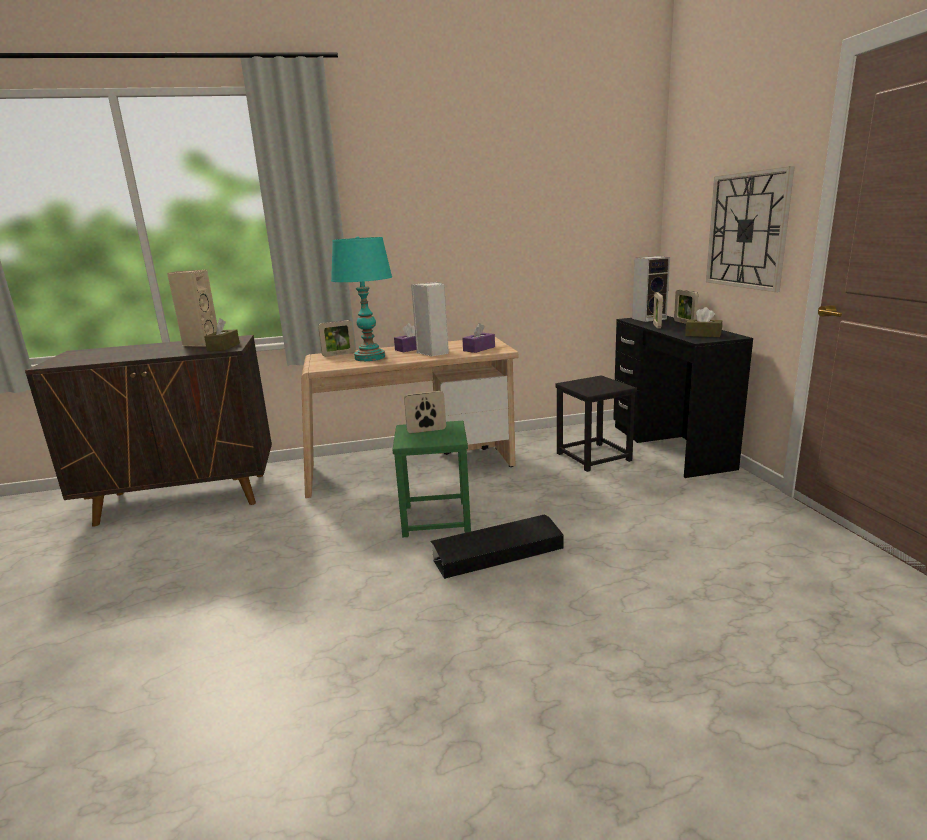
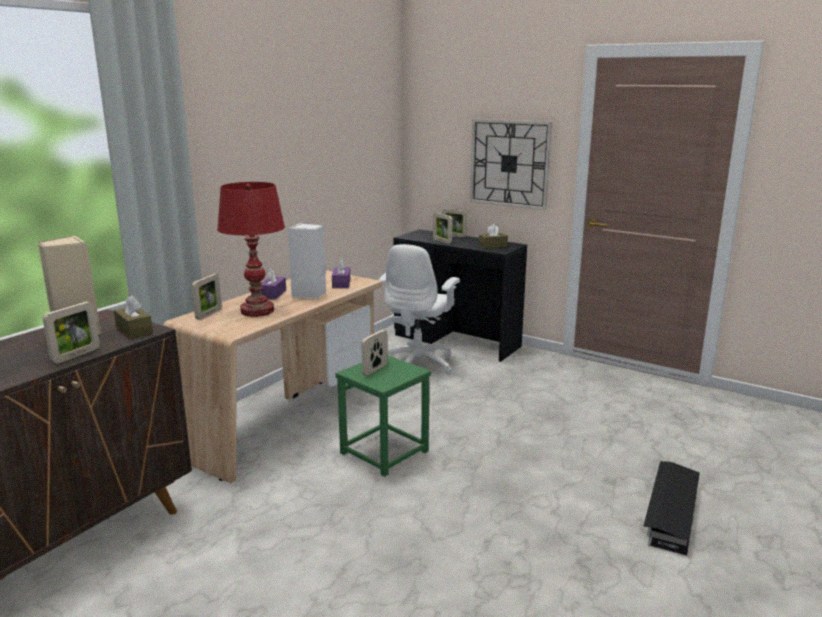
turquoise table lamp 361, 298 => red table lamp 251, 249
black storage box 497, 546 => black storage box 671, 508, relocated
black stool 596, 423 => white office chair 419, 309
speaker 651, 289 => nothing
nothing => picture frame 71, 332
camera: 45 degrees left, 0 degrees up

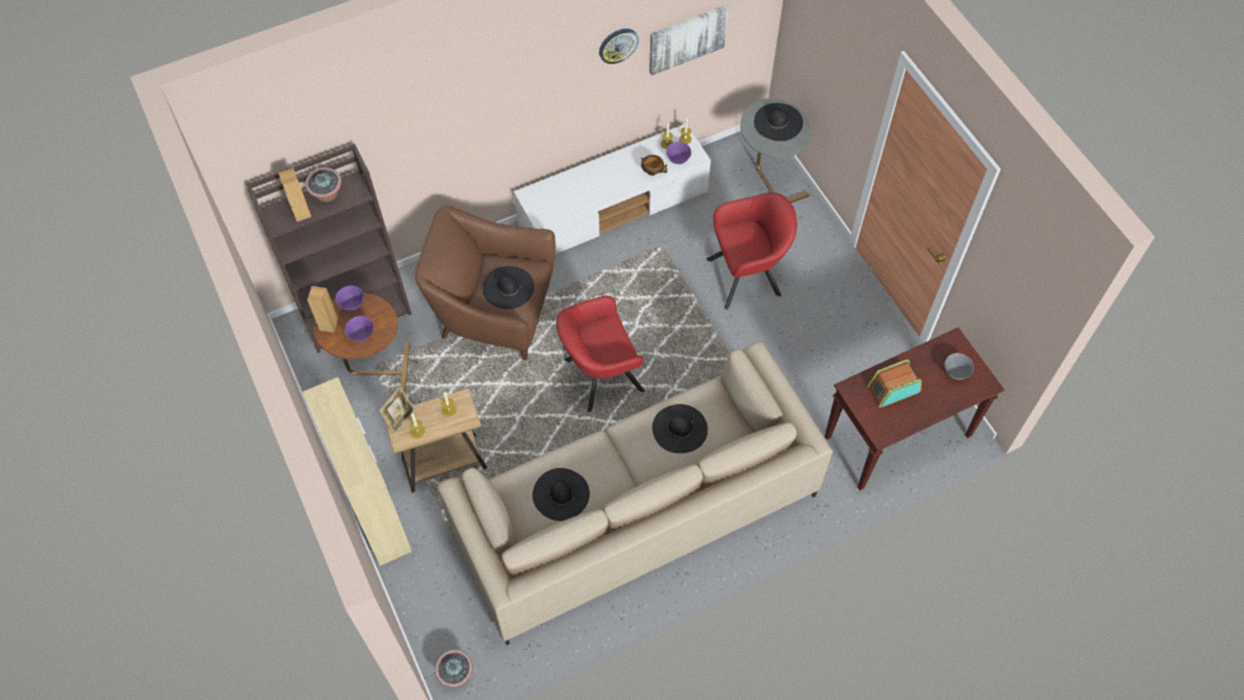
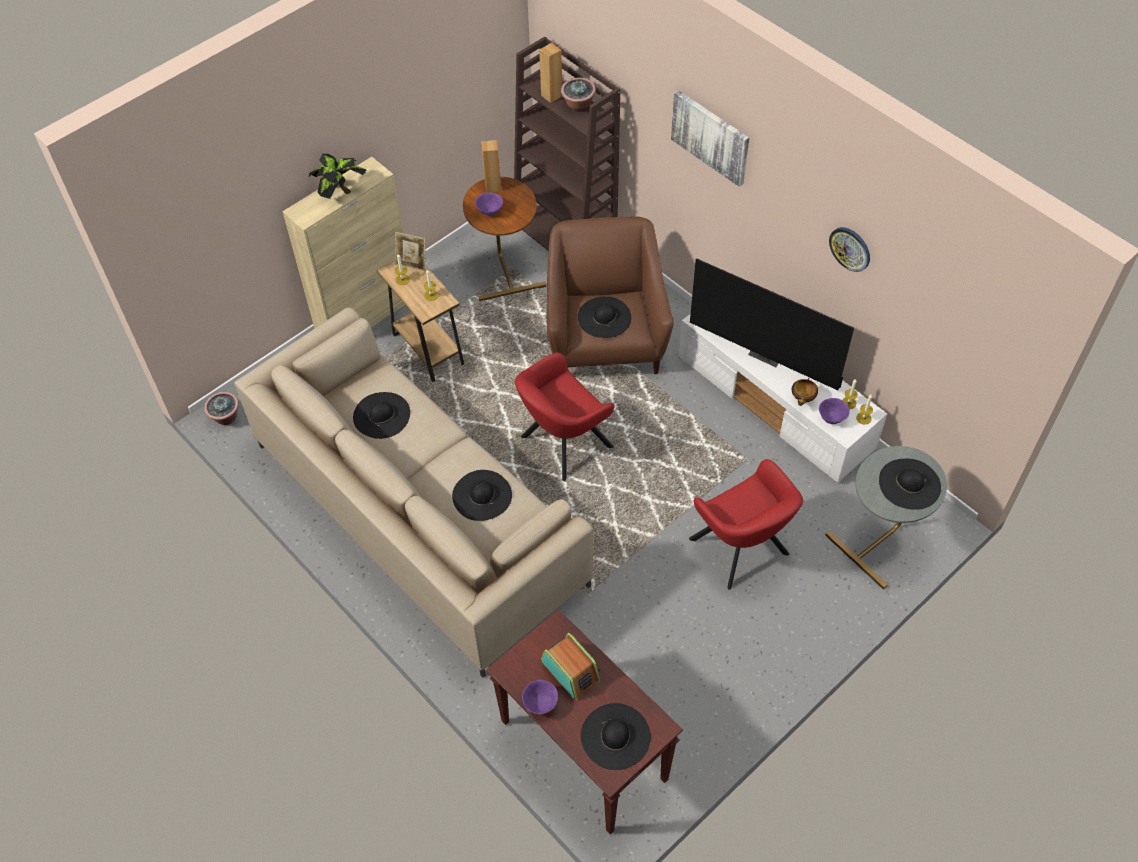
purple bowl 349, 298 => purple bowl 540, 697, relocated
red armchair 600, 353 => red armchair 565, 416, 90 degrees counterclockwise
picture 689, 40 => picture 710, 138, relocated
grey bowl 959, 366 => black hat 616, 736
nothing => potted plant 337, 176
nothing => television 772, 324
camera: 75 degrees right, 5 degrees down

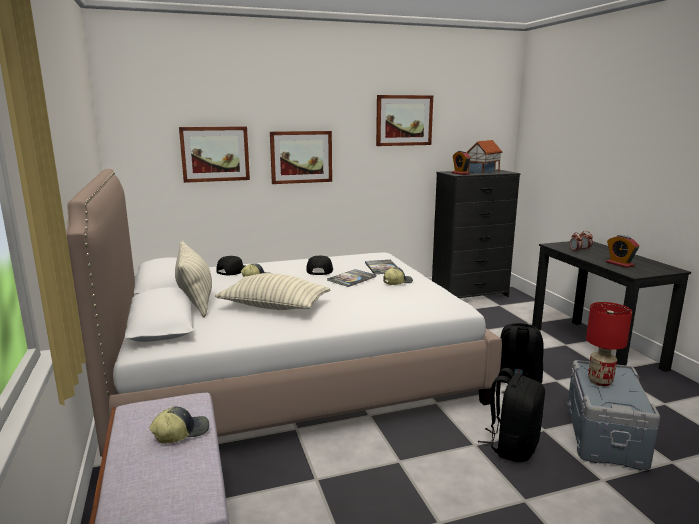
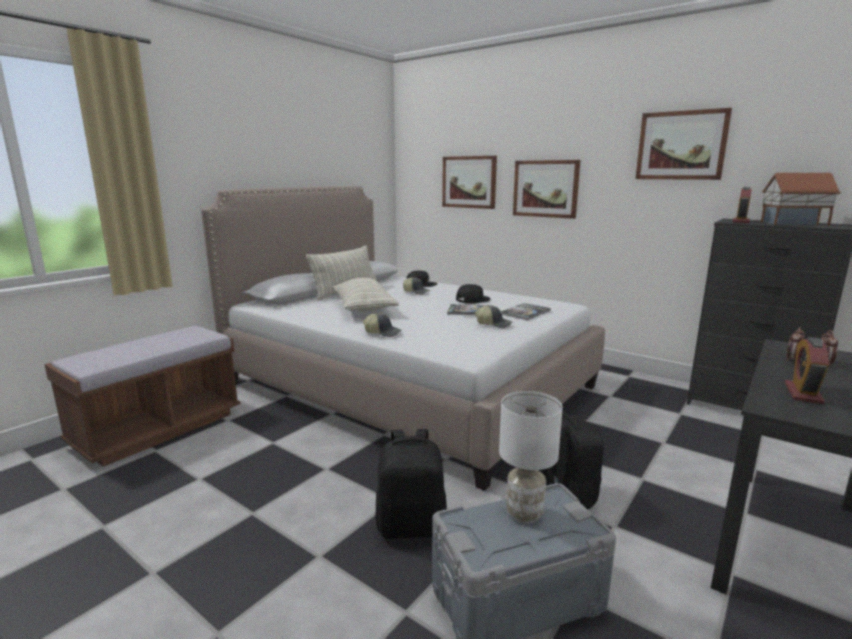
cap 179, 425 => cap 382, 325, relocated
red table lamp 609, 344 => white table lamp 531, 457
camera: 55 degrees right, 0 degrees up

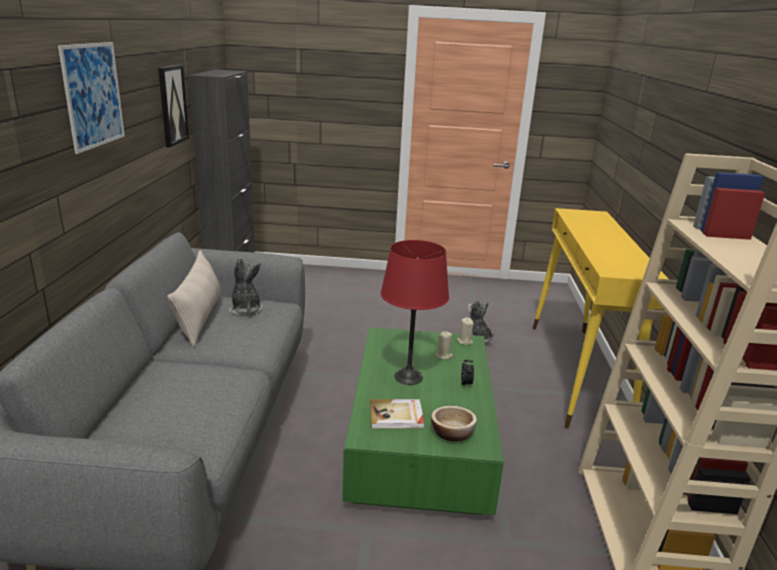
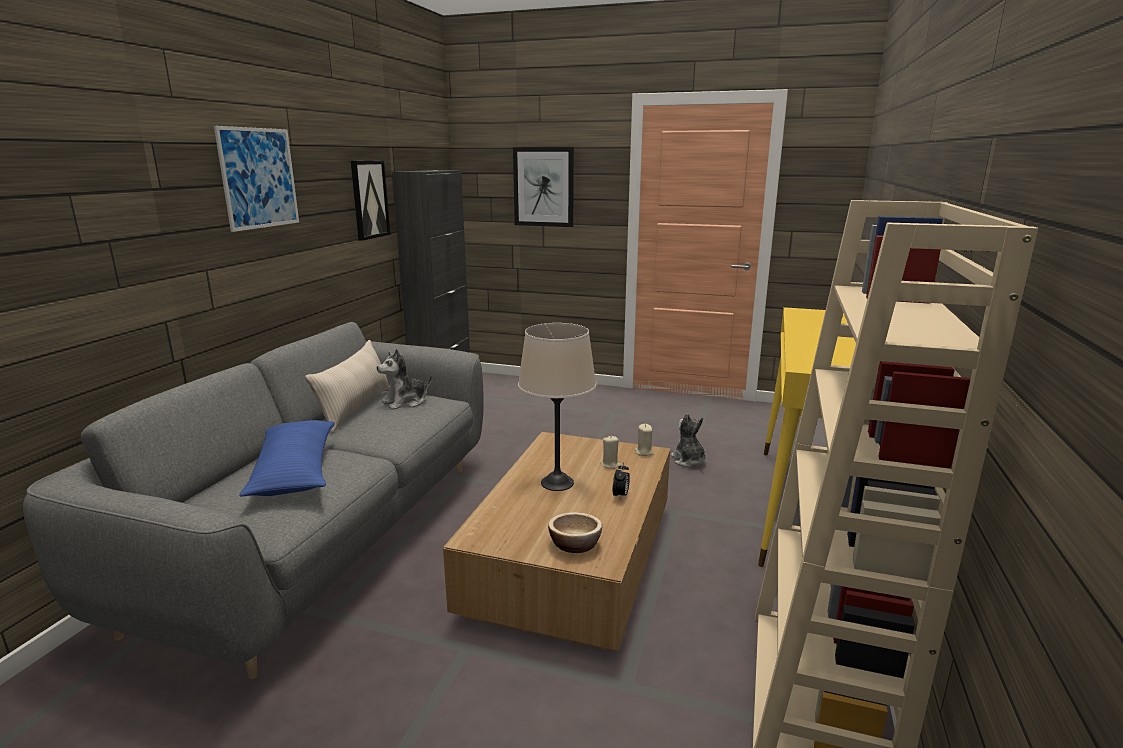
plush toy 246, 286 => plush toy 404, 379, 120 degrees counterclockwise
green coffee table 423, 421 => brown coffee table 556, 541
book 397, 414 => nothing
red table lamp 415, 312 => beige table lamp 557, 407
nothing => blue pillow 287, 458
nothing => picture 543, 187
camera: 15 degrees right, 5 degrees down

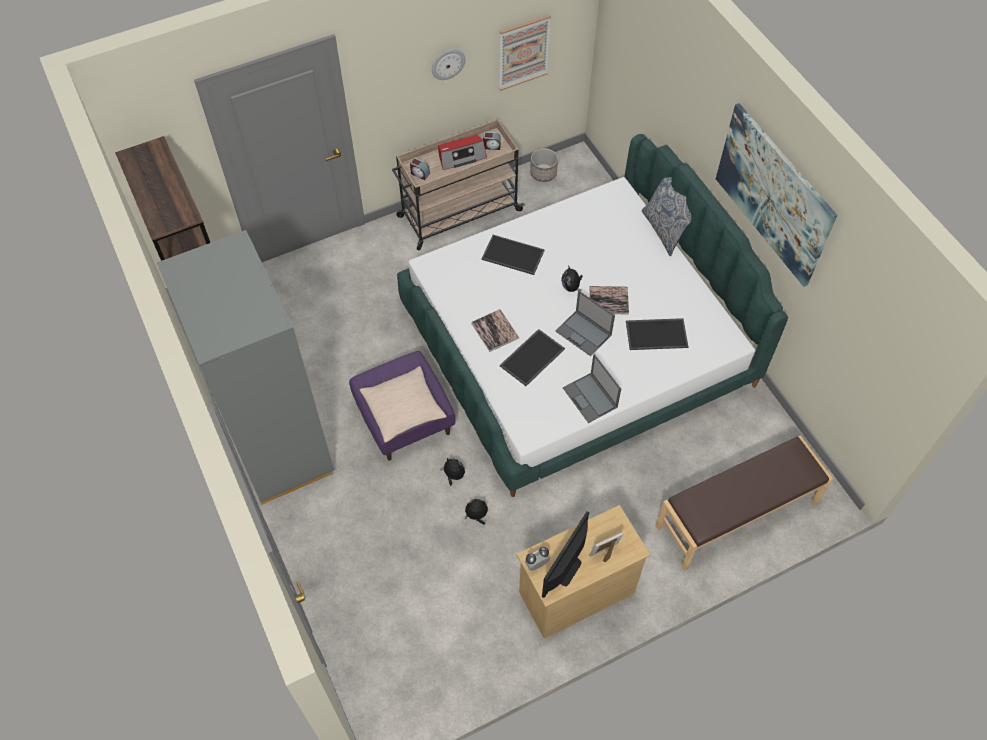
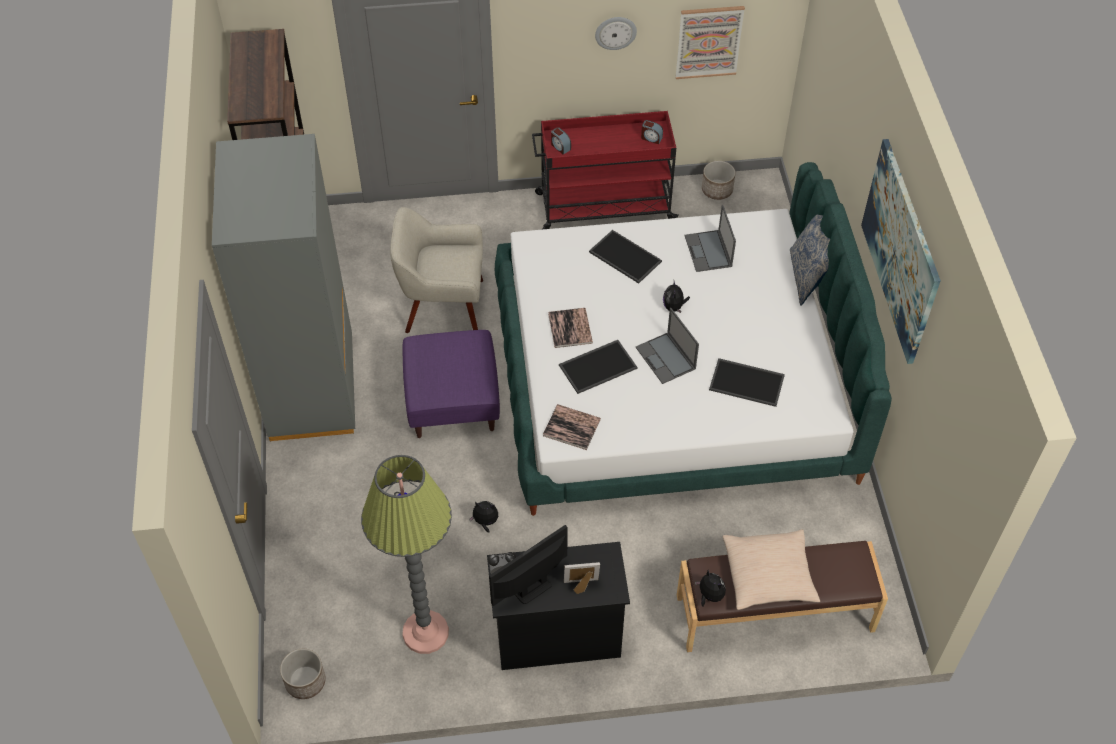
beige pillow 403, 404 => beige pillow 771, 569, relocated
beige cart 458, 184 => red cart 605, 170
radio 462, 152 => nothing
plush toy 452, 472 => plush toy 710, 588, relocated
beige dresser 583, 572 => black dresser 558, 606
laptop 592, 388 => laptop 710, 238, relocated
book 609, 300 => book 572, 427, relocated
nothing => planter 303, 674
nothing => floor lamp 406, 554
nothing => beige armchair 436, 270
camera: 20 degrees right, 5 degrees down

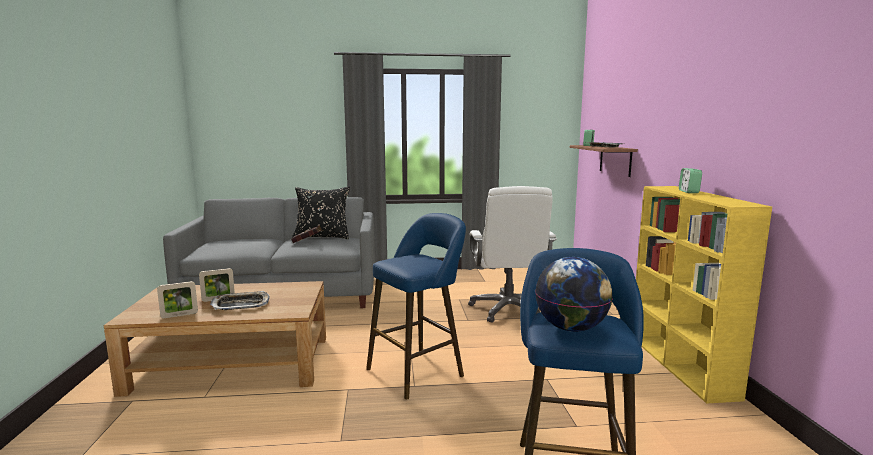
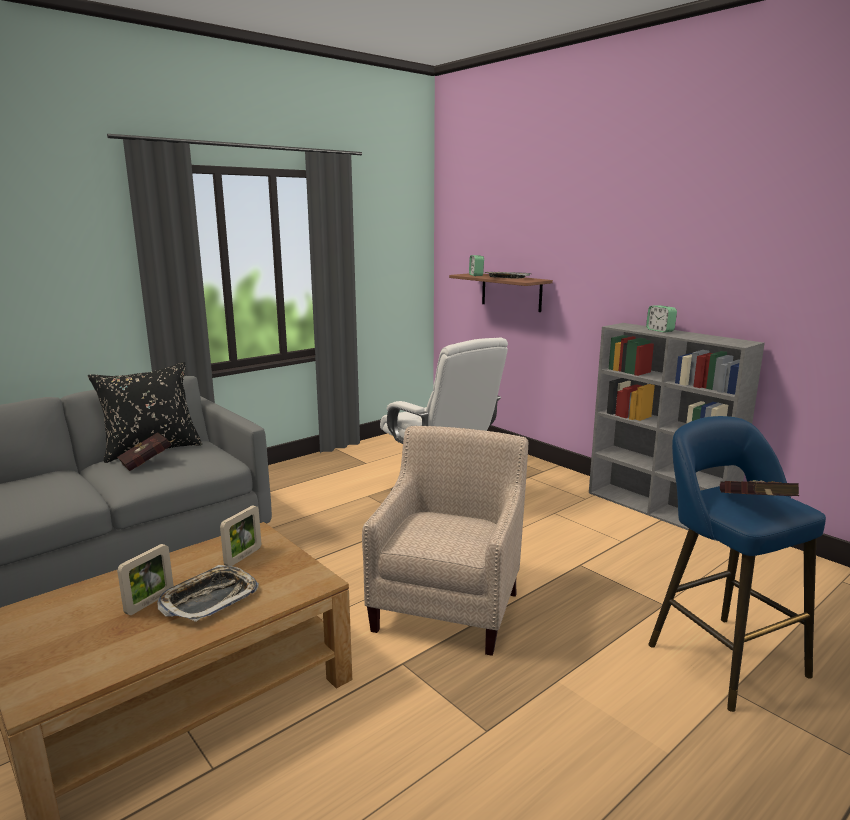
picture frame 177, 299 => picture frame 240, 535, relocated
blue stool 416, 306 => beige armchair 445, 541
globe 574, 294 => red book 759, 488
yellow bookcase 704, 295 => grey bookcase 677, 432
camera: 35 degrees left, 5 degrees up

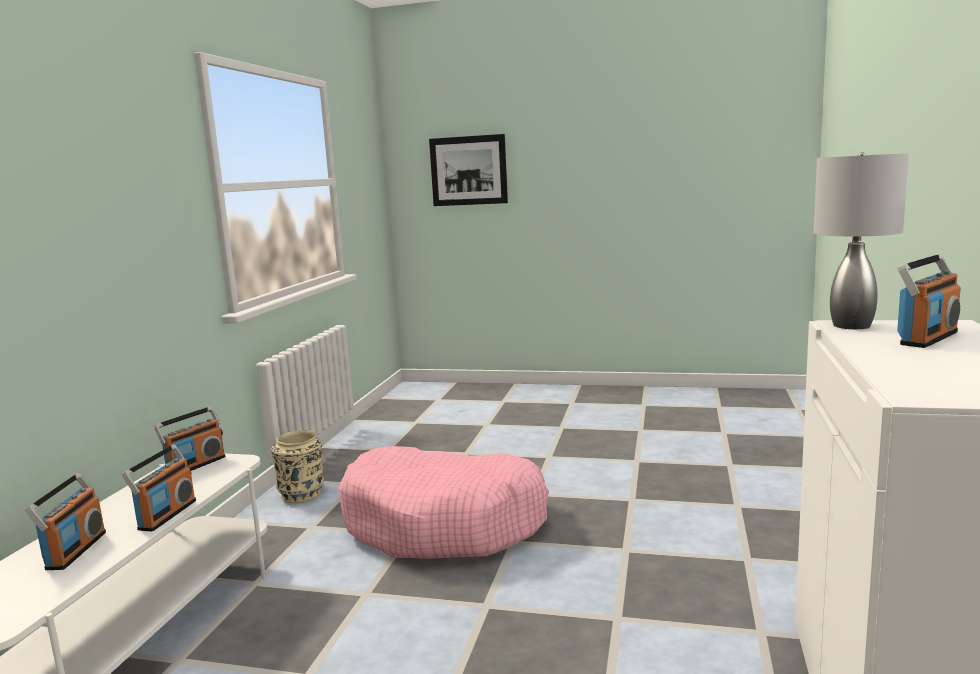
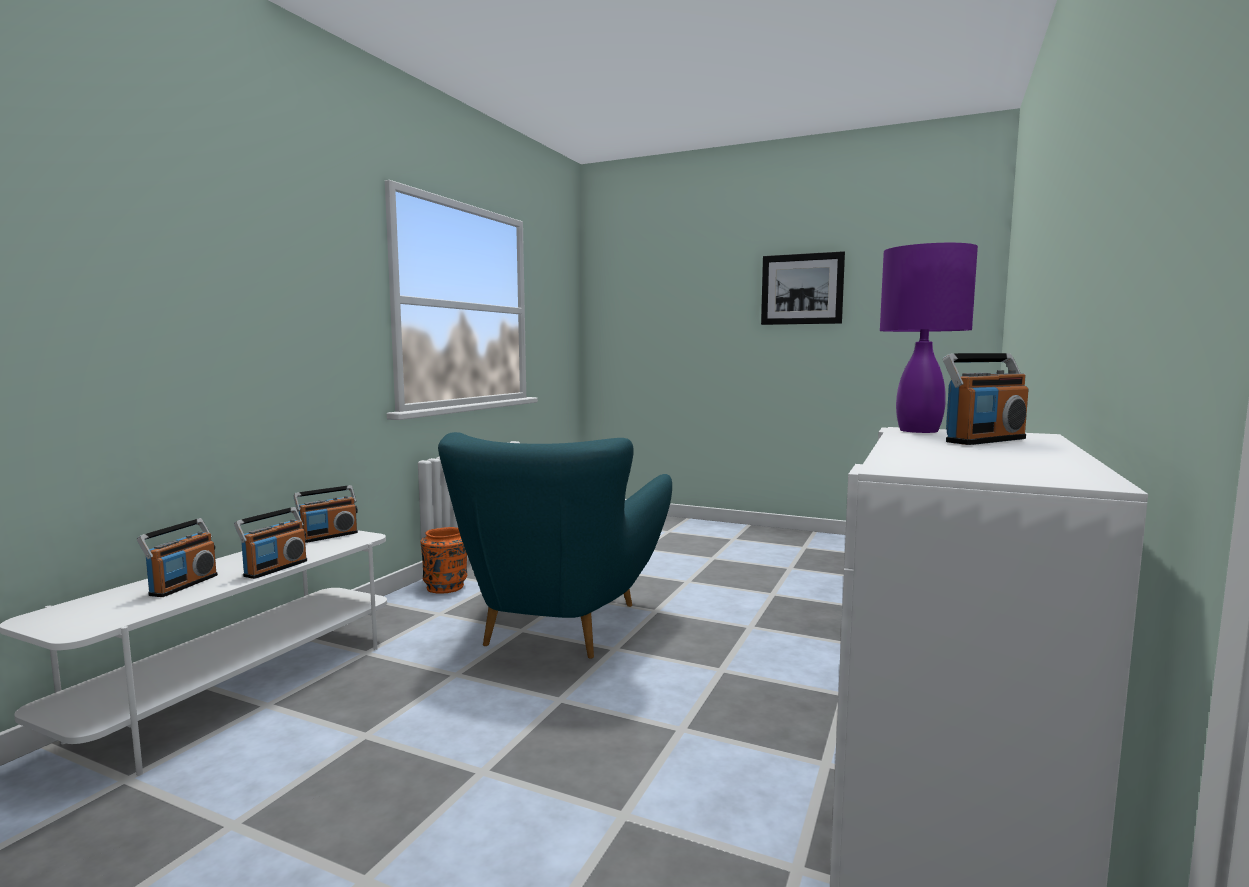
beige vase 297, 466 => orange vase 444, 560
pink dog bed 443, 502 => turquoise armchair 555, 545
picture 468, 170 => picture 803, 288, relocated
grey table lamp 861, 240 => purple table lamp 929, 338
camera: 10 degrees right, 5 degrees down

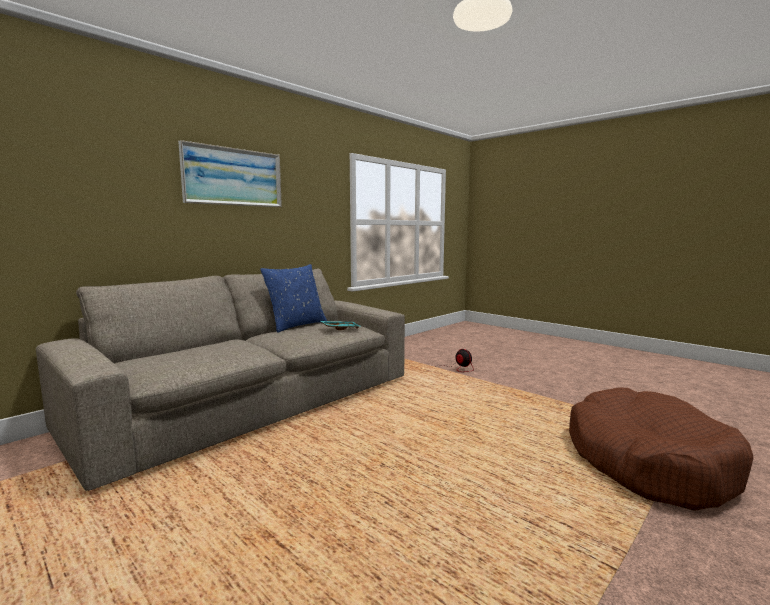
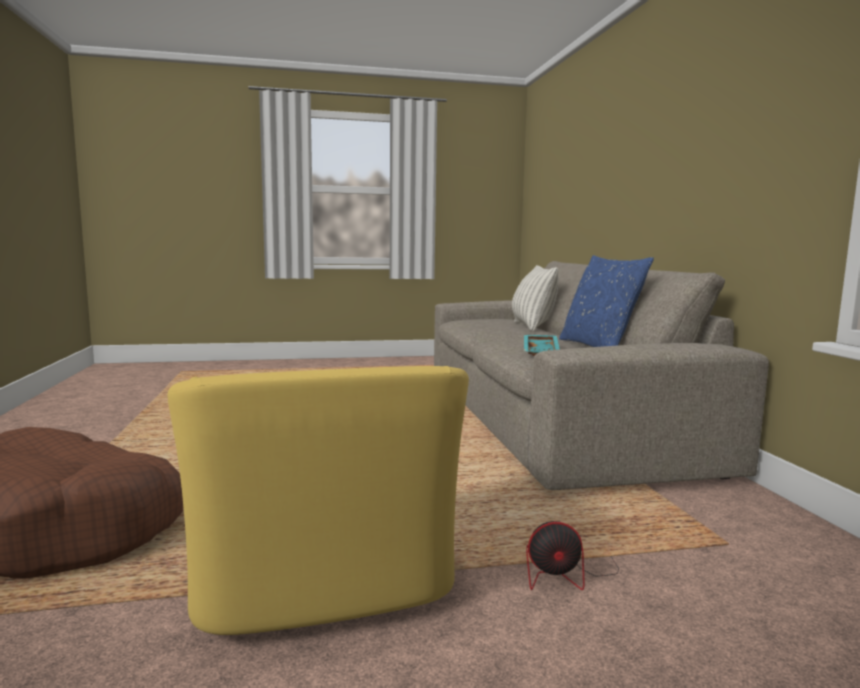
picture 230, 173 => nothing
nothing => yellow armchair 318, 500
nothing => pillow 535, 298
camera: 125 degrees right, 0 degrees up

